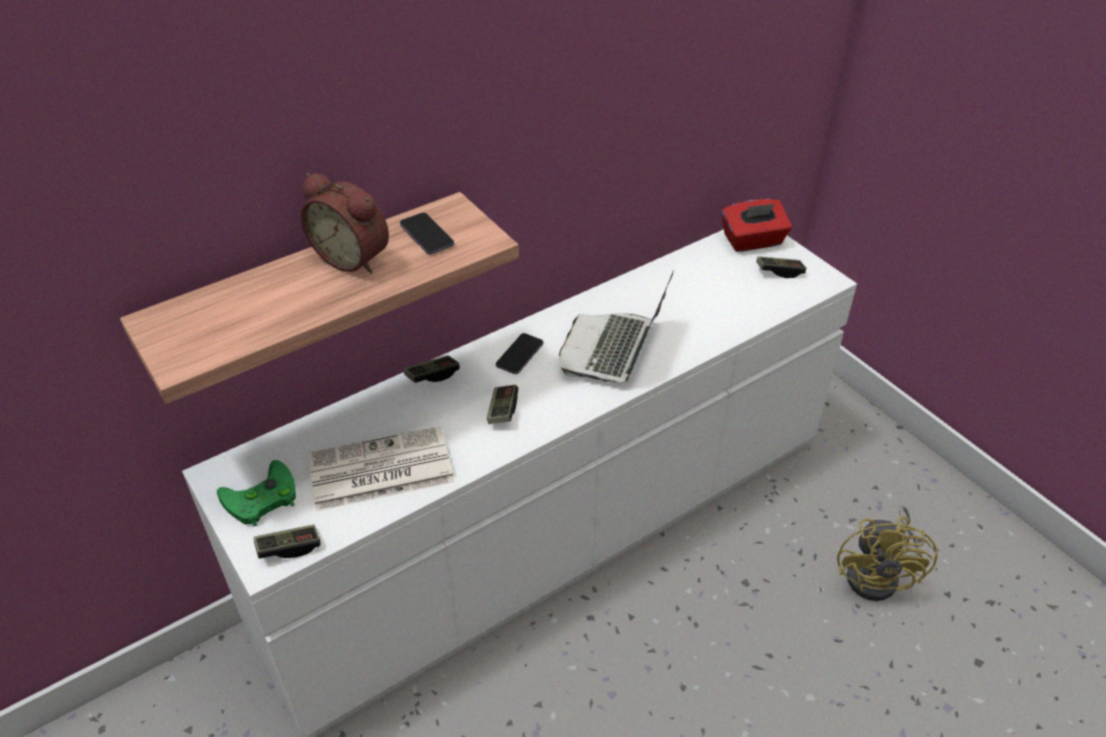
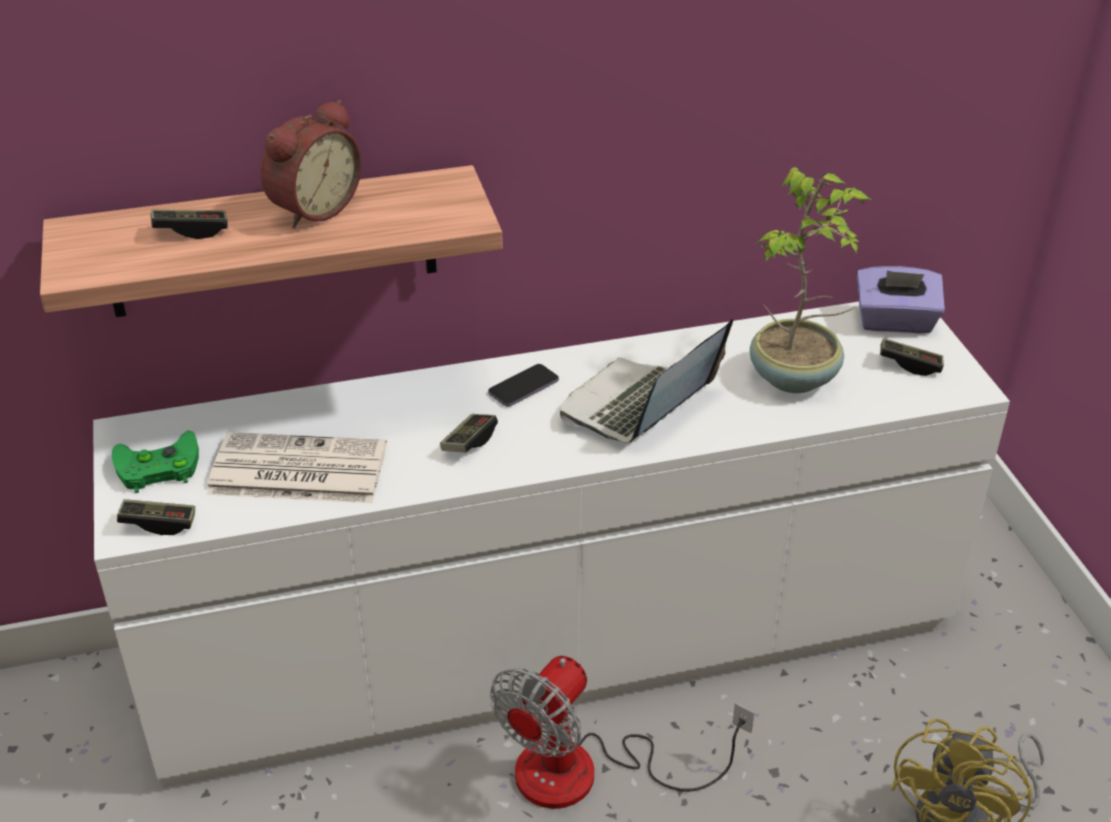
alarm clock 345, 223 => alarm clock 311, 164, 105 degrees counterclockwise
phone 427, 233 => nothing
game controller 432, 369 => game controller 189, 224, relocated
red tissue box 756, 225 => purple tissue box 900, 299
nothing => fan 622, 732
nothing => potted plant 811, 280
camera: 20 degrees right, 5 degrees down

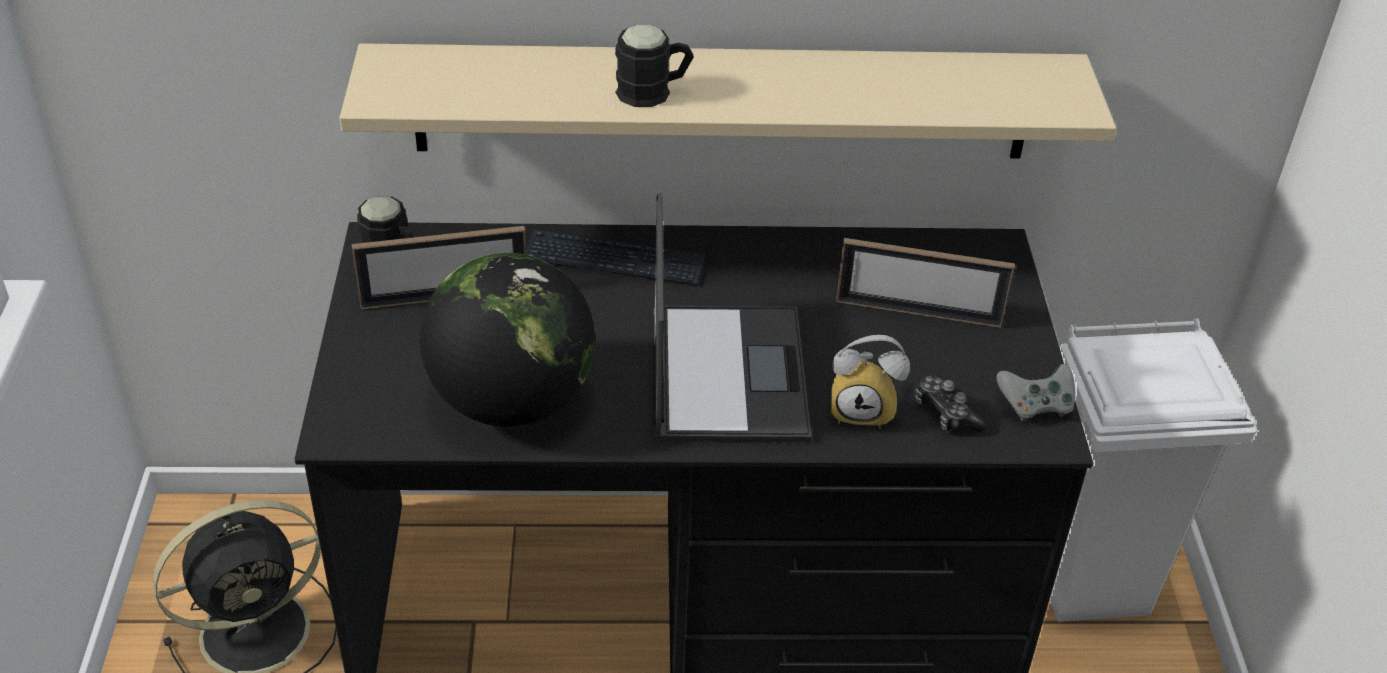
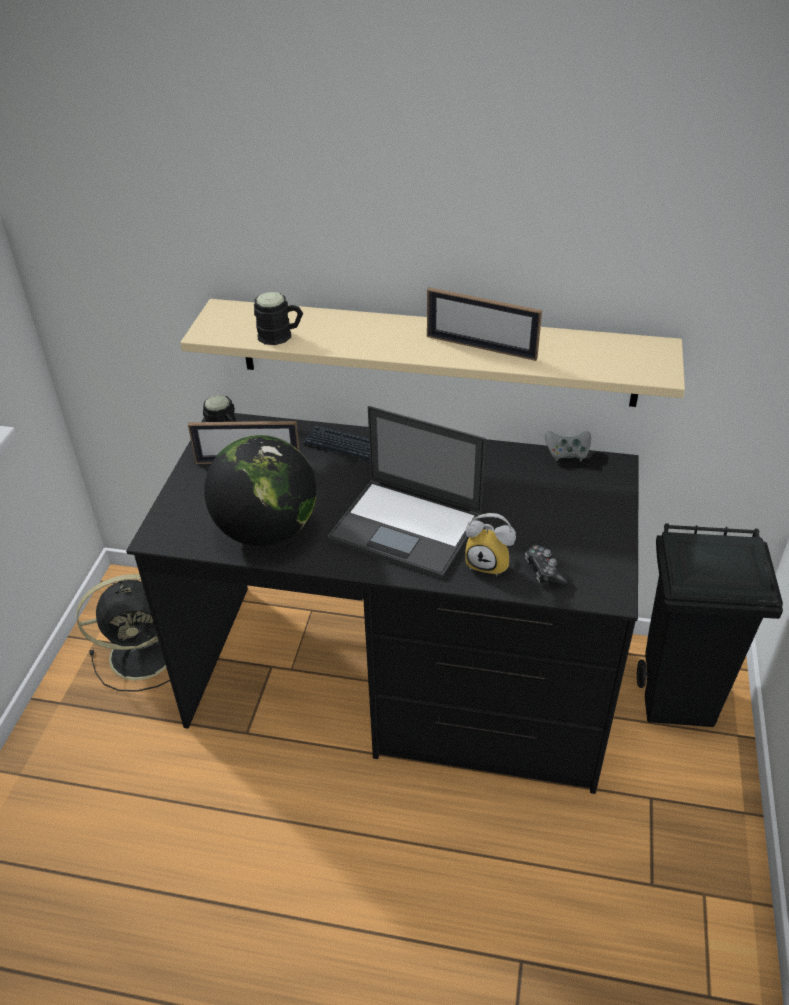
black mug 654, 66 => black mug 278, 318, relocated
laptop 732, 317 => laptop 406, 492, 105 degrees clockwise
picture frame 925, 283 => picture frame 484, 324, relocated
grey game controller 1035, 392 => grey game controller 568, 446, relocated
white trash can 1153, 470 => black trash can 709, 625
camera: 15 degrees right, 0 degrees up

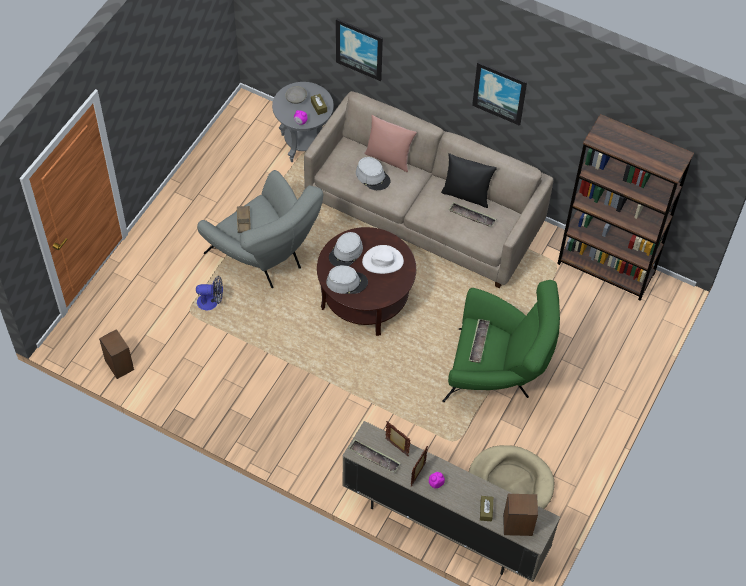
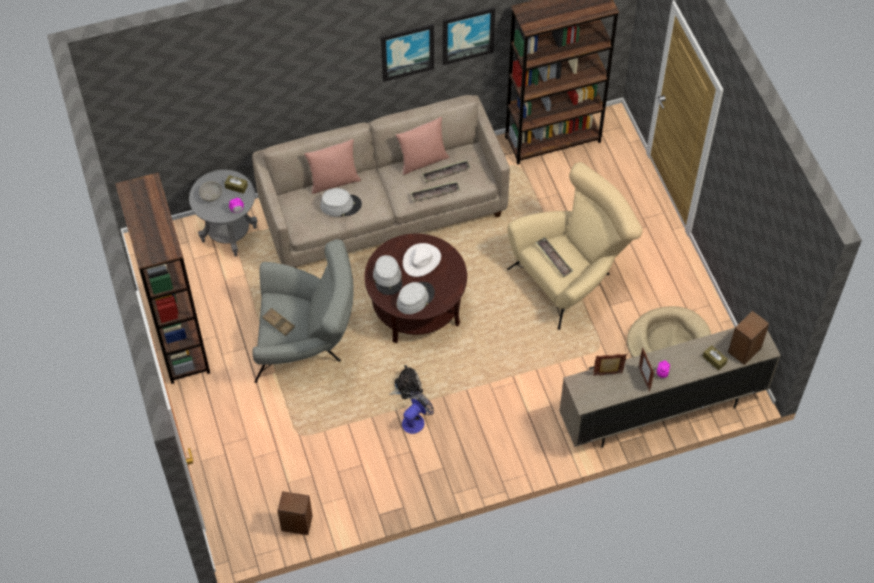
fan 209, 293 => fan 418, 412, relocated
picture 359, 50 => picture 469, 36, relocated
tray 374, 456 => tray 435, 191, relocated
black pillow 469, 180 => pink pillow 422, 146
green armchair 501, 341 => beige armchair 575, 246
nothing => brown bookcase 162, 278
nothing => plush toy 406, 382
camera: 45 degrees left, 0 degrees up

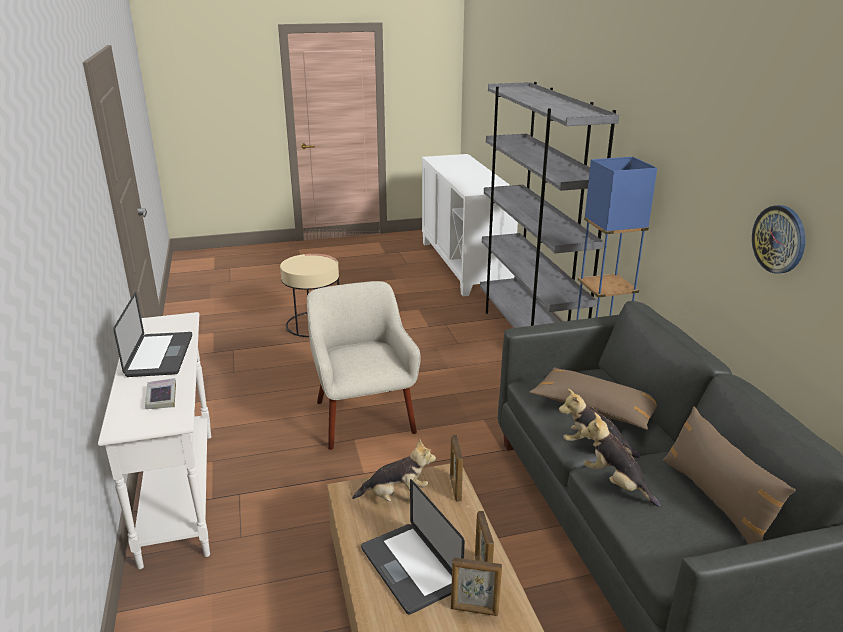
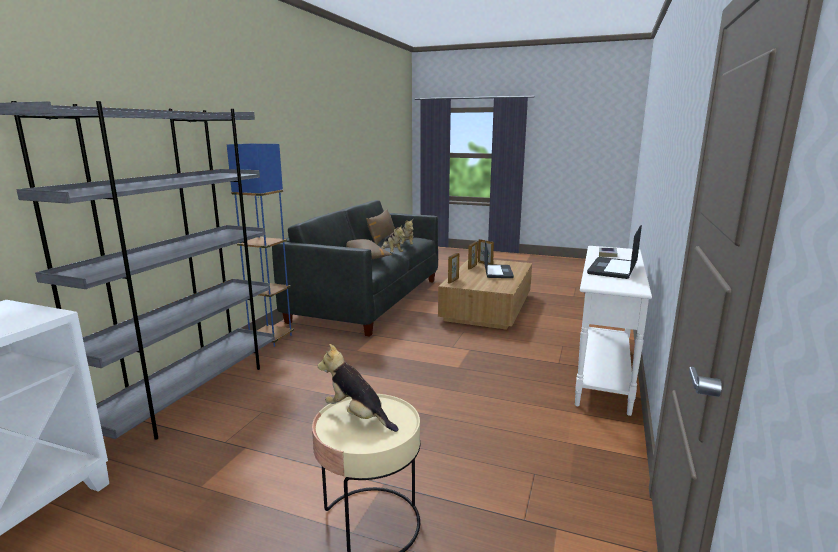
beige armchair 364, 365 => nothing
plush toy 394, 470 => plush toy 358, 388, relocated
wall clock 778, 239 => nothing
camera: 145 degrees left, 10 degrees down

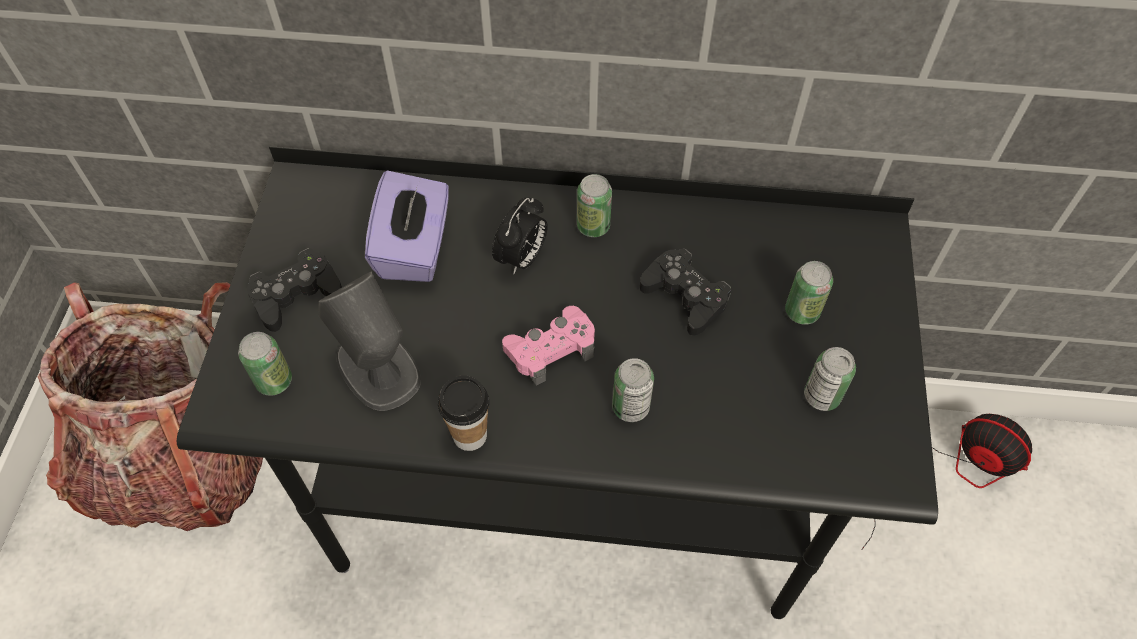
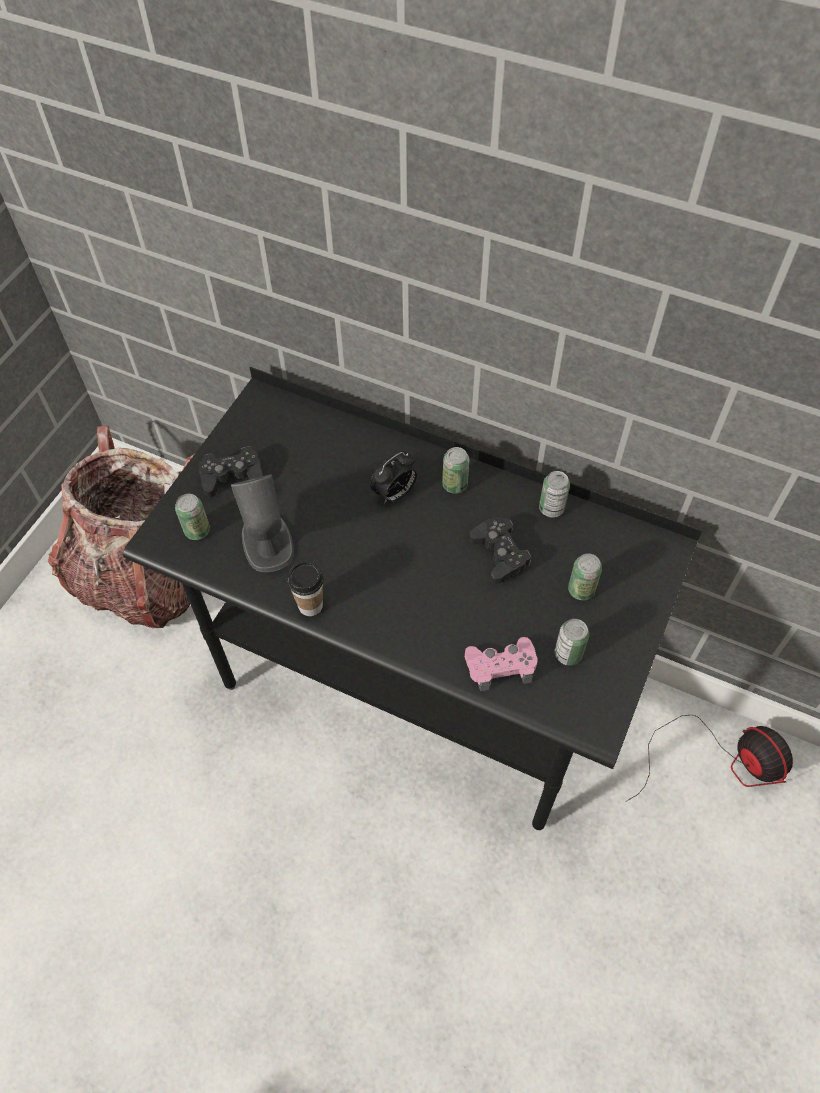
purple tissue box 407, 226 => nothing
pink game controller 548, 346 => pink game controller 501, 664, relocated
can 633, 390 => can 554, 494, relocated
camera: 20 degrees right, 0 degrees up

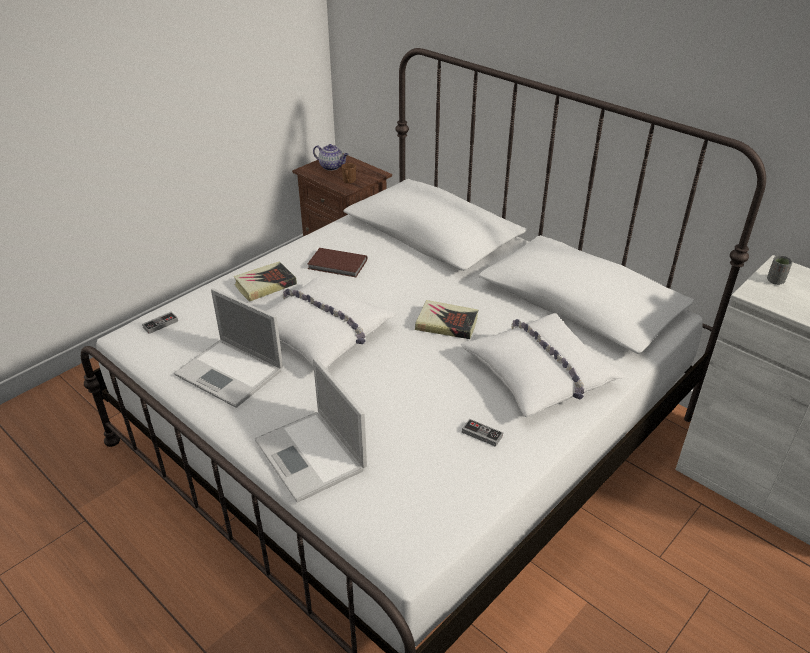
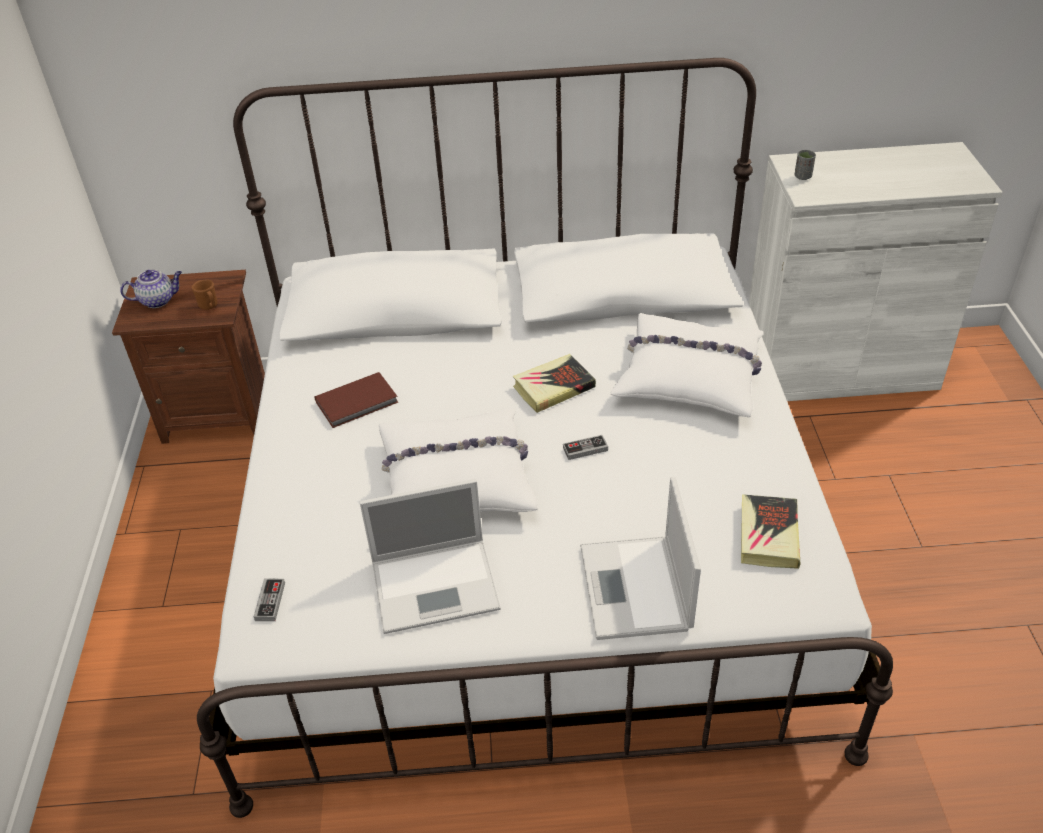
book 265, 281 => book 770, 531, relocated
laptop 311, 430 => laptop 640, 558, 75 degrees clockwise
game controller 482, 433 => game controller 585, 447, relocated
camera: 45 degrees left, 5 degrees up

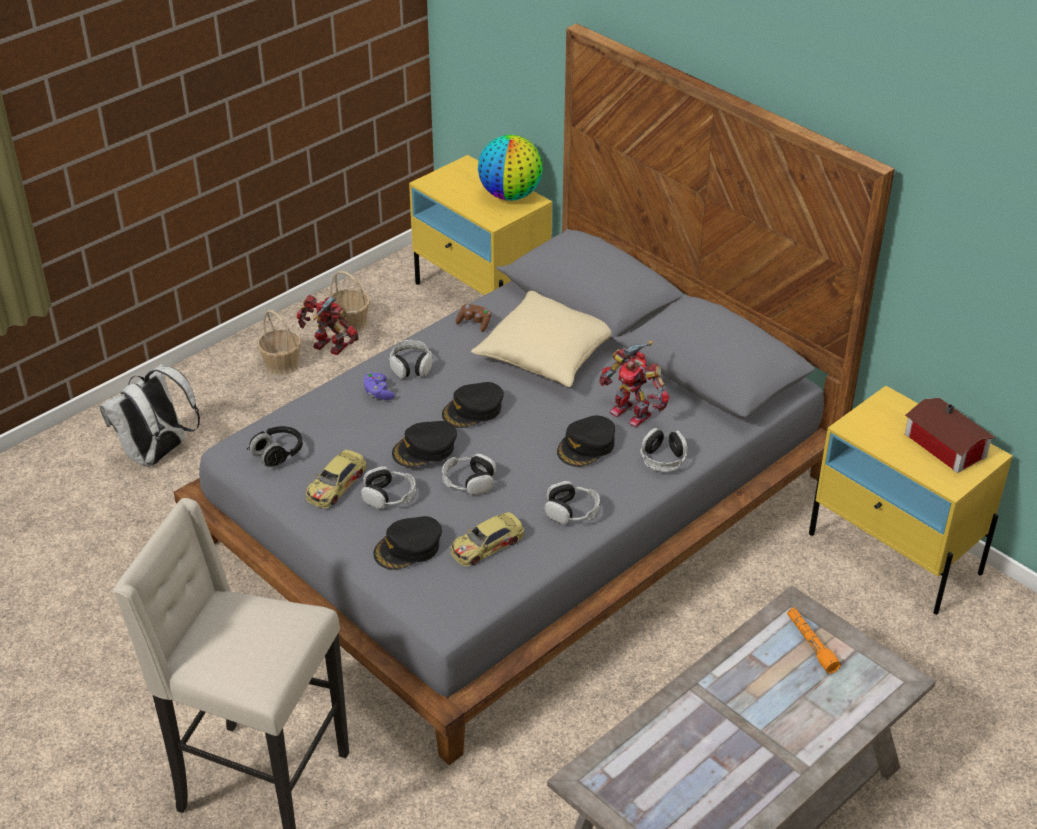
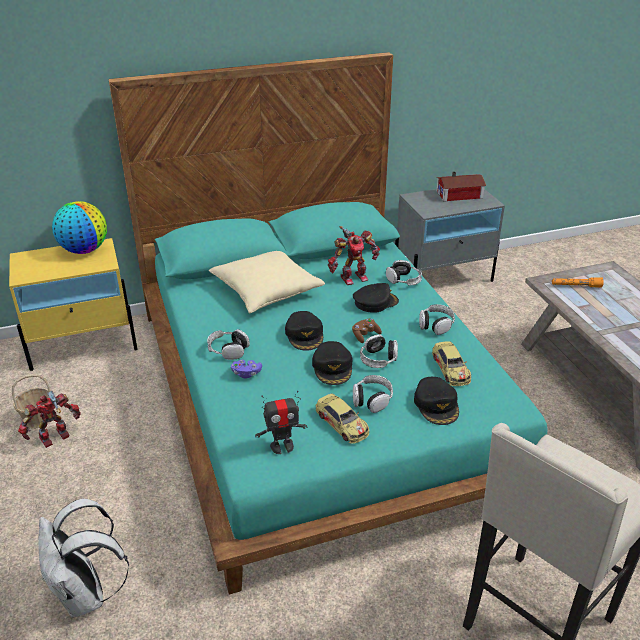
grey bed 534, 394 => turquoise bed 327, 323
black headphones 275, 446 => toy robot 281, 422
basket 279, 342 => nothing
brown game controller 473, 318 => brown game controller 367, 331, relocated
black cap 586, 441 => black cap 376, 298, 90 degrees counterclockwise
yellow nightstand 911, 500 => grey nightstand 450, 235
camera: 65 degrees left, 5 degrees down

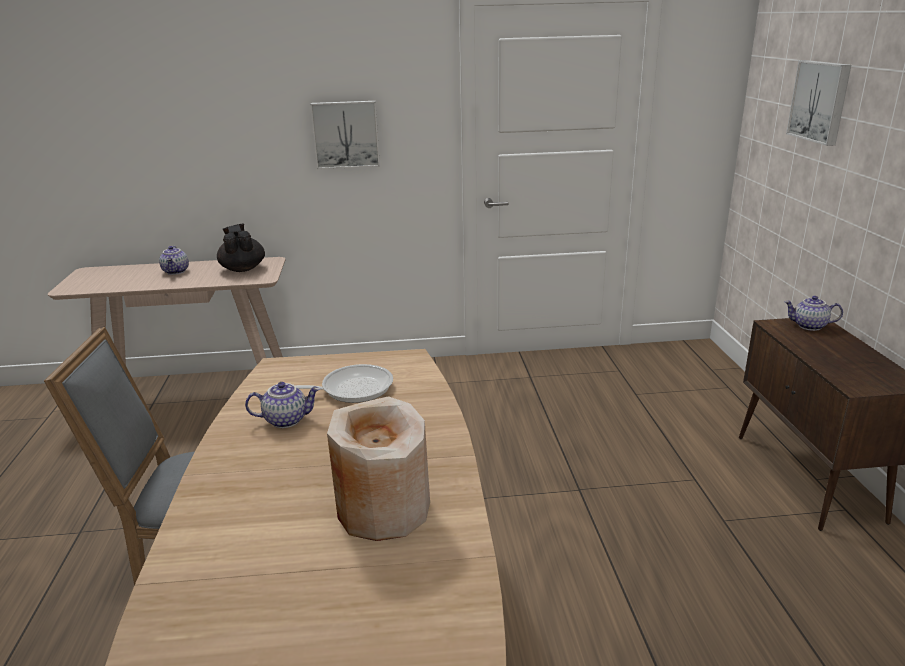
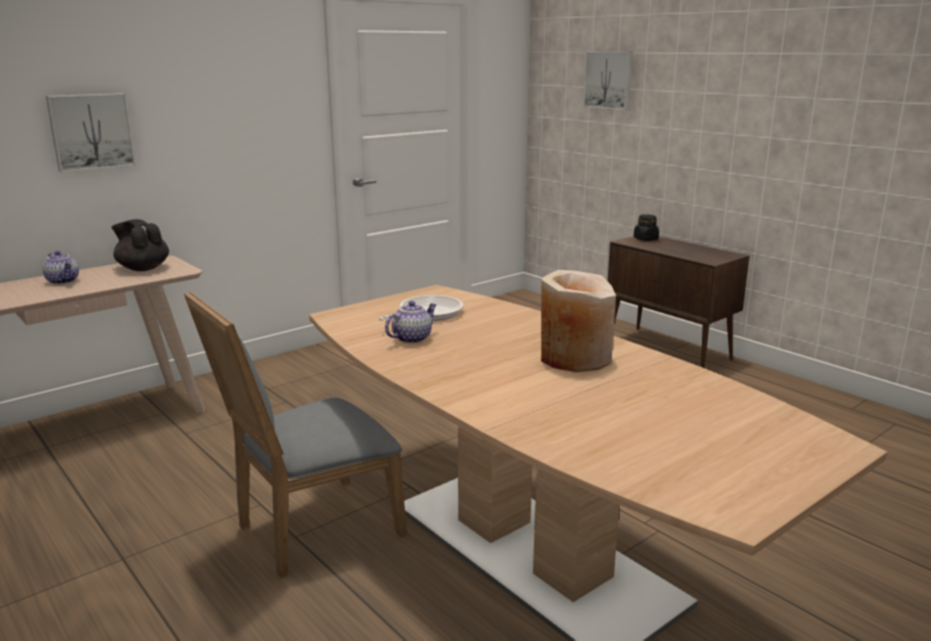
picture 345, 135 => picture 91, 132, relocated
teapot 813, 313 => black jar 646, 227
camera: 35 degrees left, 5 degrees down

